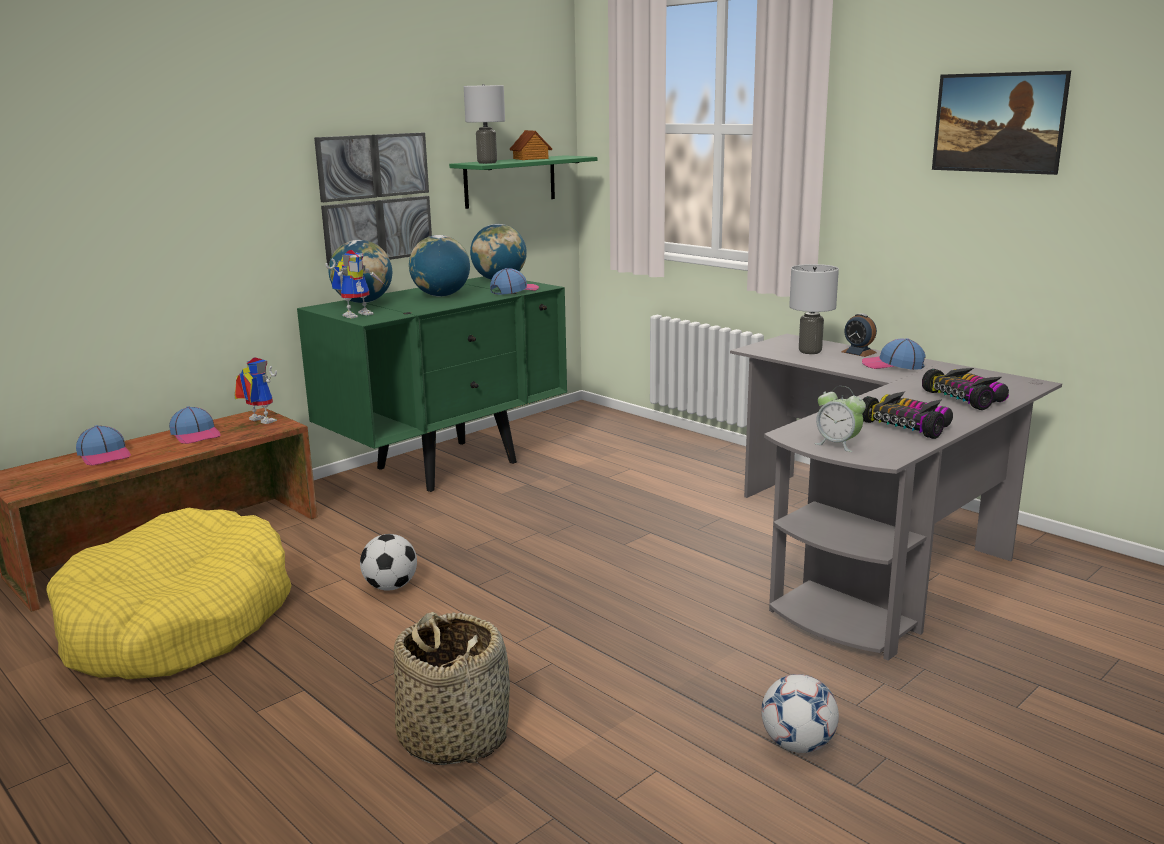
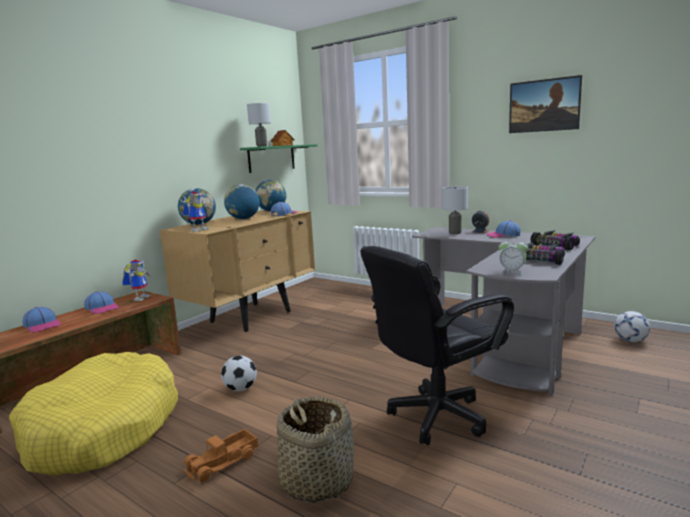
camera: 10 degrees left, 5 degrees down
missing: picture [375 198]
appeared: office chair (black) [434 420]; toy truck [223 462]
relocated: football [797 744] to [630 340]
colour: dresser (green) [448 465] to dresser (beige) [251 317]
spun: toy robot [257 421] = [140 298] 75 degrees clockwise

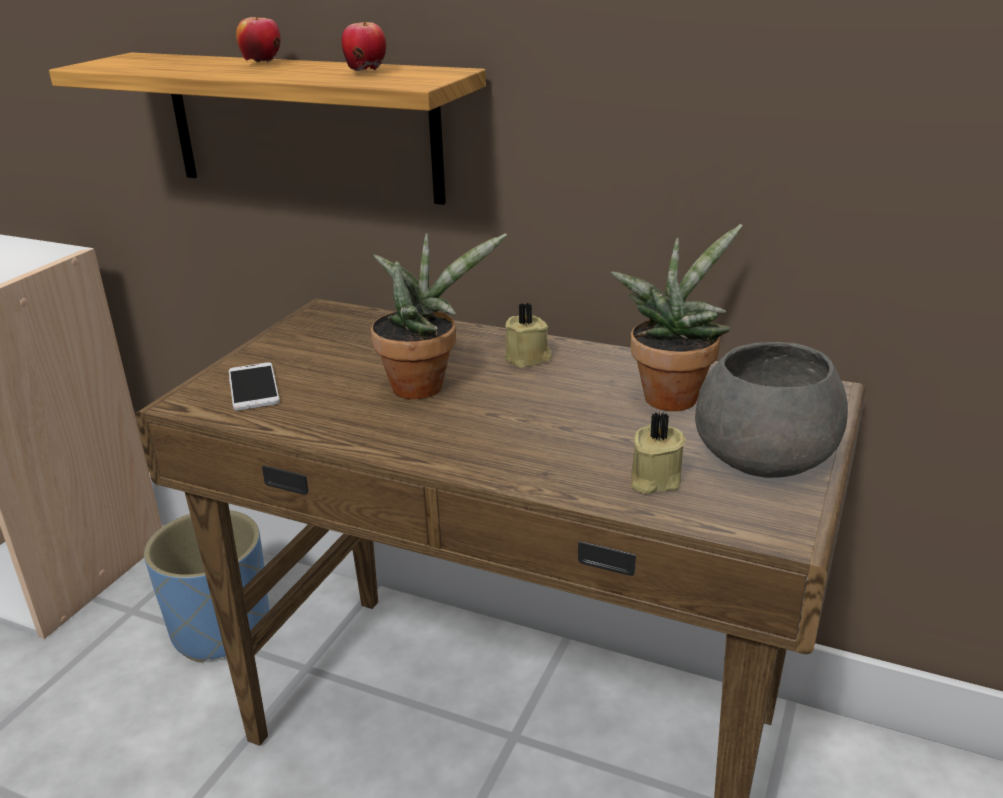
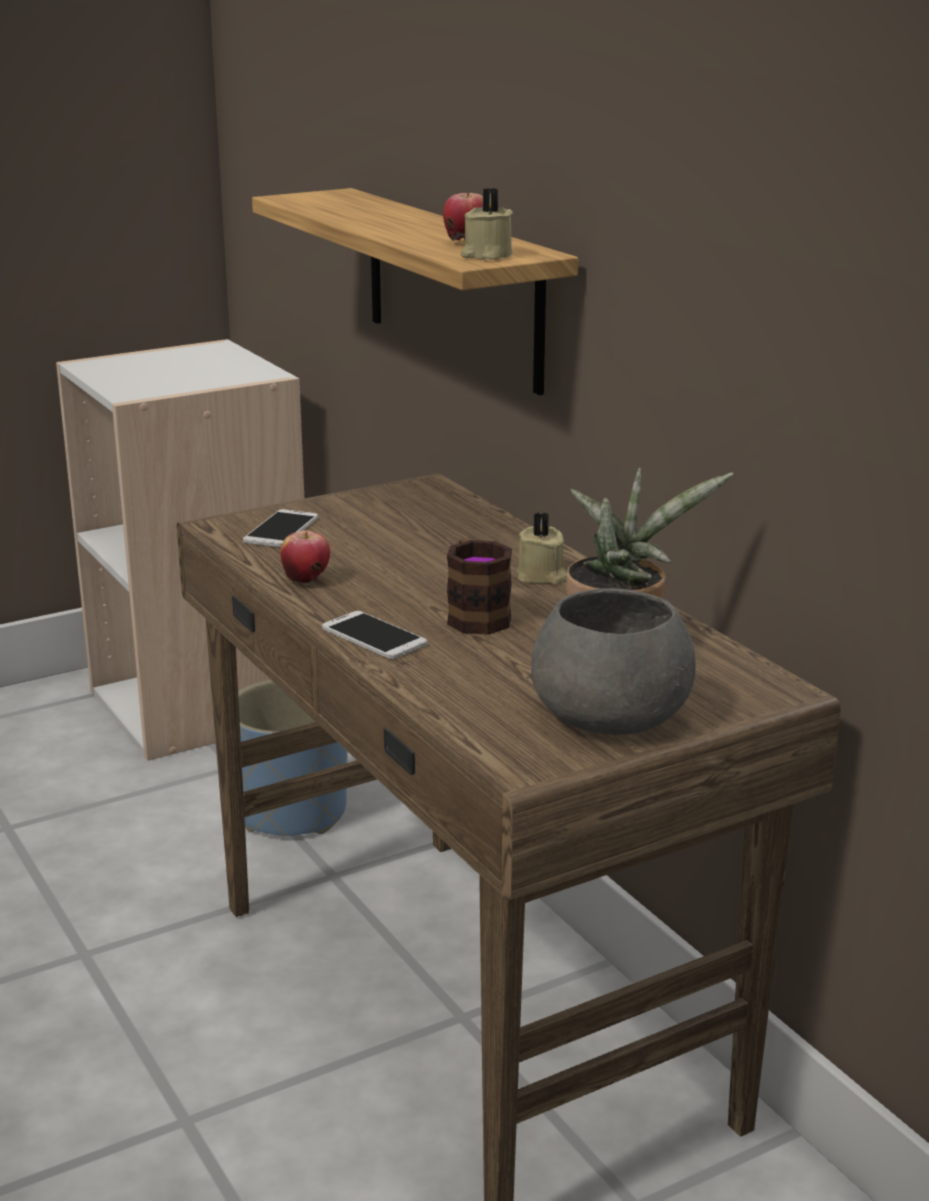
camera: 35 degrees right, 5 degrees down
missing: potted plant [424 385]
appeared: mug [475 615]; phone [374 636]
relocated: apple [262 63] to [306 581]; candle (beige) [653 480] to [486 255]

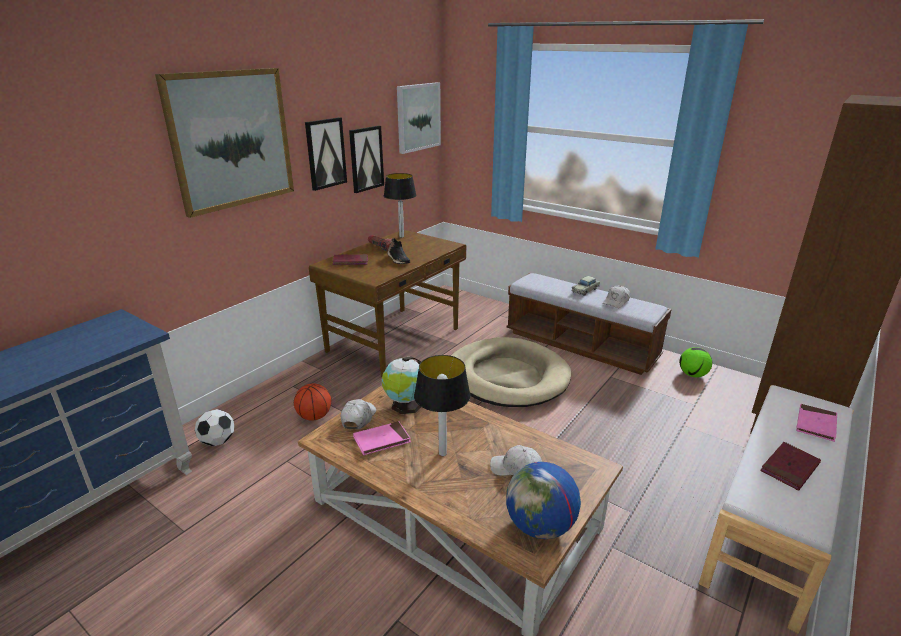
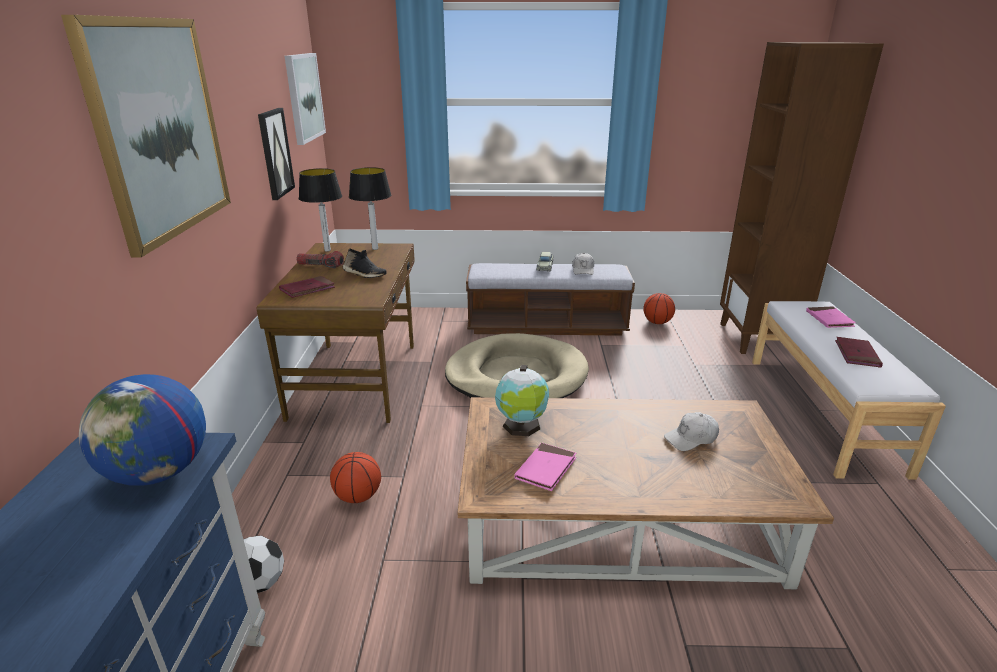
camera: 35 degrees left, 0 degrees up
missing: picture [325 153]; cap (white) [358 418]
relocated: table lamp [442 453] to [375 249]; globe [540 526] to [159 472]
exchanged: football [693 375] to basketball [657 322]

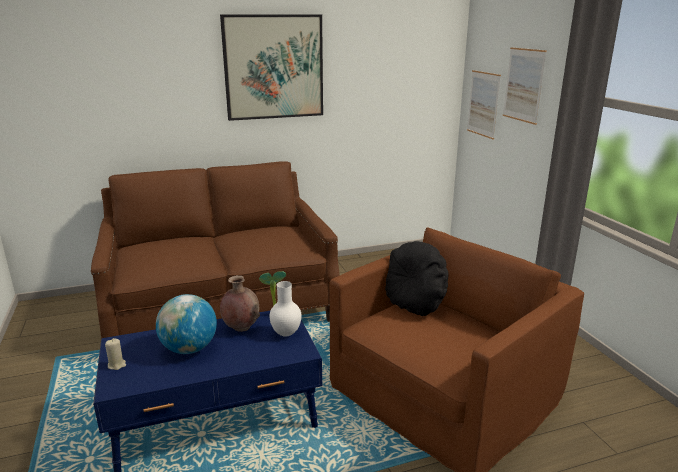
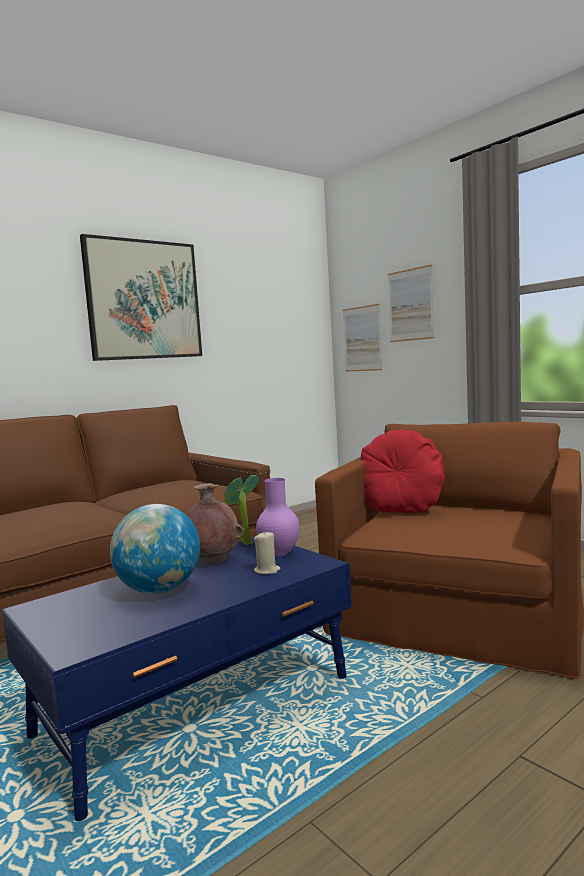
camera: 20 degrees left, 15 degrees down
relocated: candle (beige) [117 365] to [267 570]
colour: pillow (black) [413 306] to pillow (red) [401 511]; vase (white) [286 333] to vase (purple) [279 554]

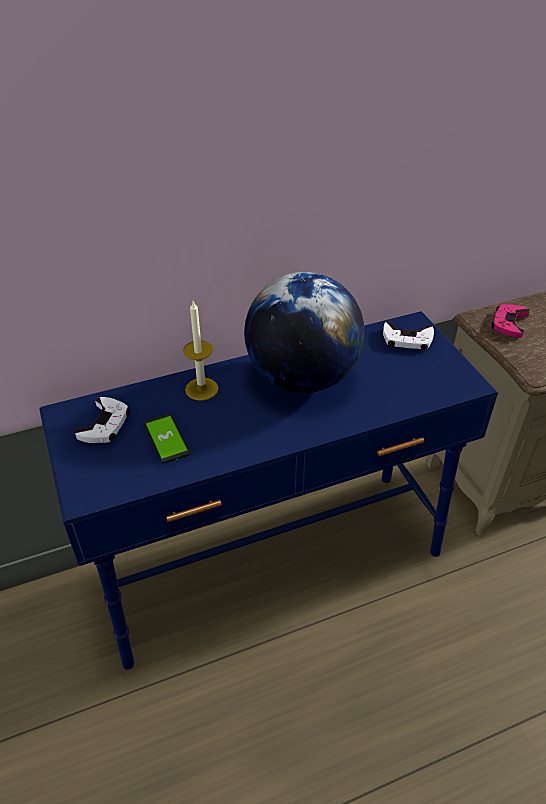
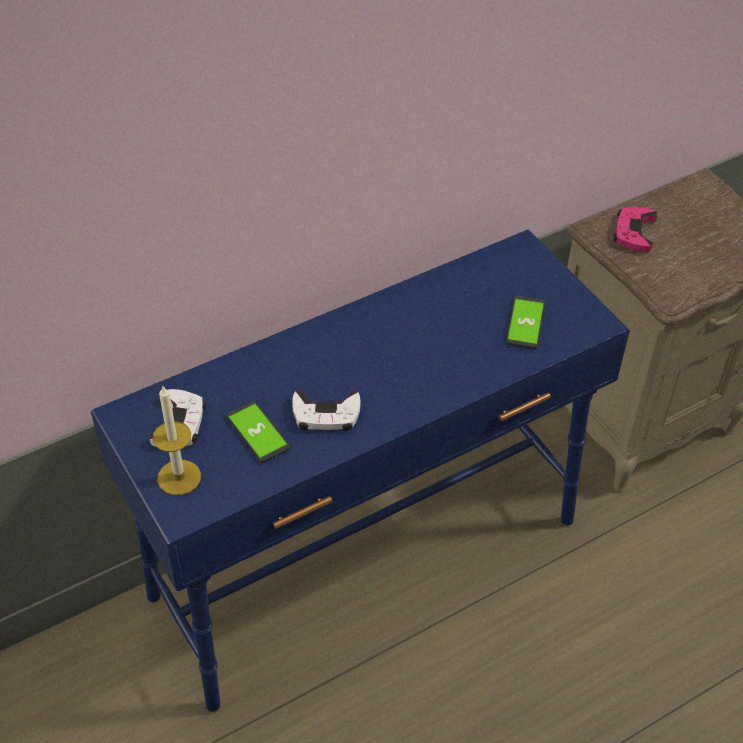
camera: 10 degrees left, 5 degrees up
missing: globe [302 378]
appeared: phone [525 323]
relocated: candle [201 389] to [179 477]; game controller (white) [407 340] to [326 415]

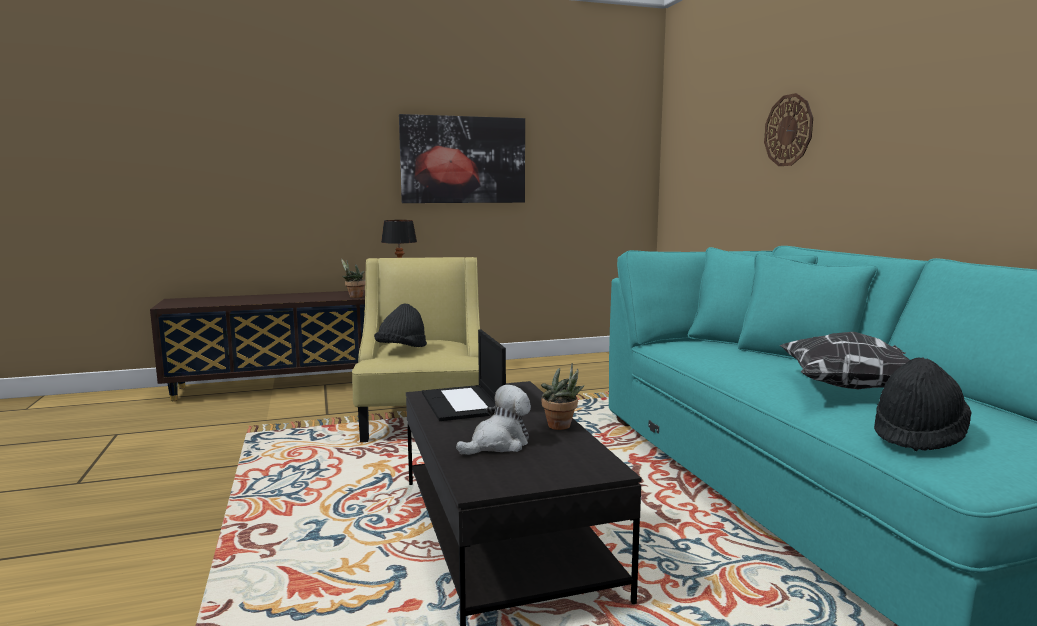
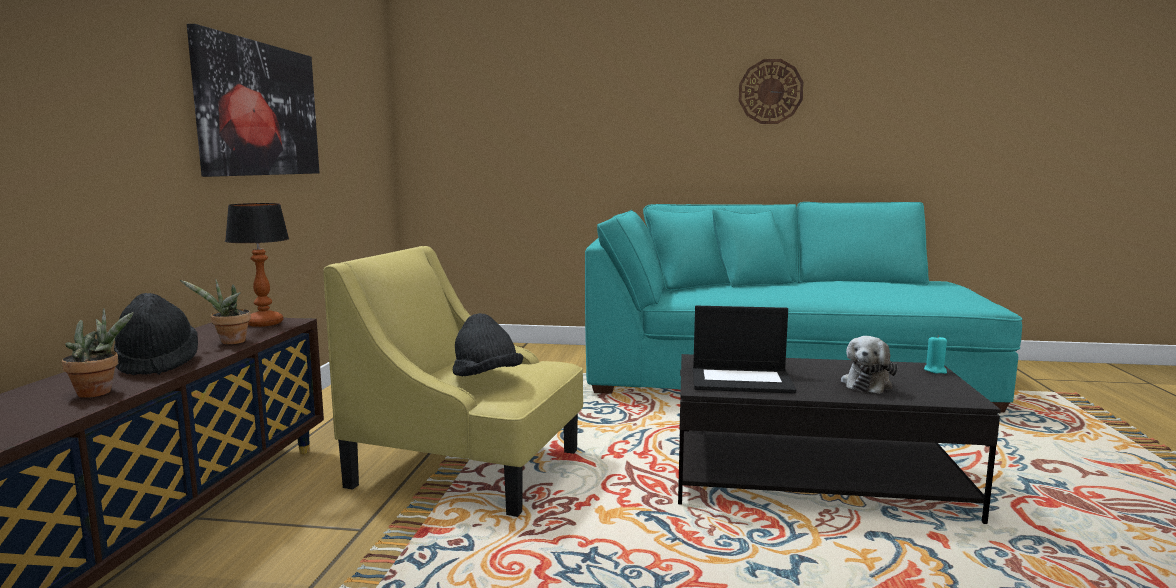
camera: 65 degrees left, 0 degrees up
missing: pillow [851 388]
appeared: candle (turquoise) [935 370]
relocated: wall clock [788 130] to [770 91]; hat (black) [918 435] to [158 363]; potted plant [562 427] to [100 392]
spun: plush toy [498 444] = [867 384] 135 degrees counterclockwise

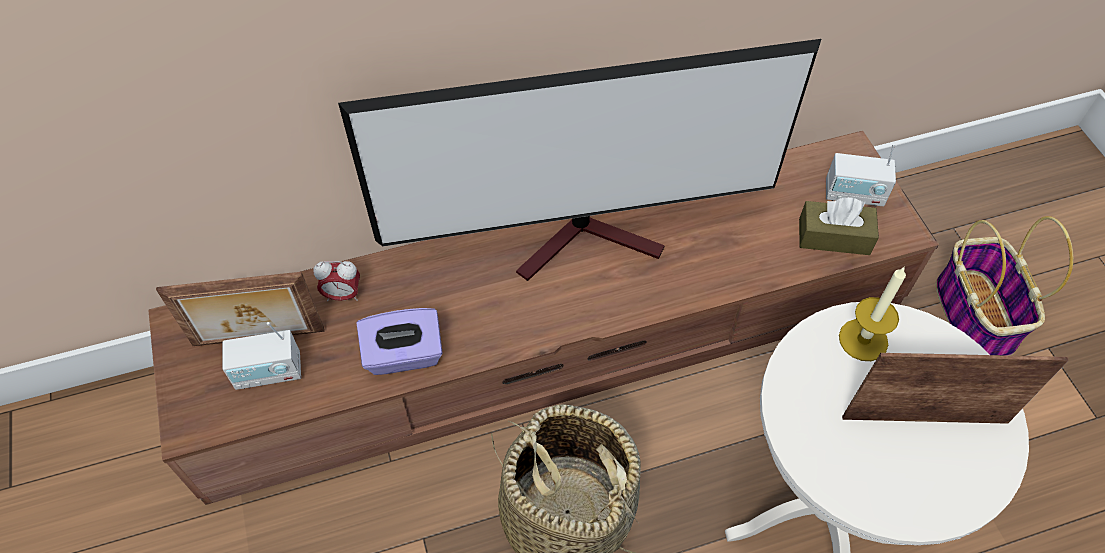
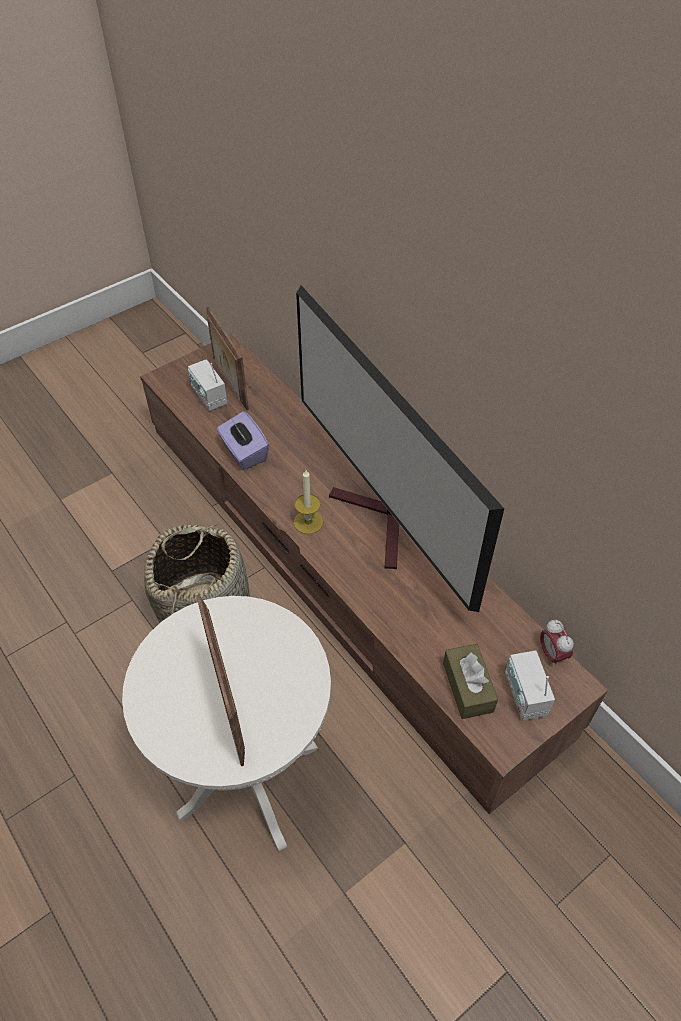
camera: 70 degrees right, 5 degrees down
missing: basket [975 317]
relocated: alarm clock [343 295] to [551 654]; candle [863 340] to [308 522]

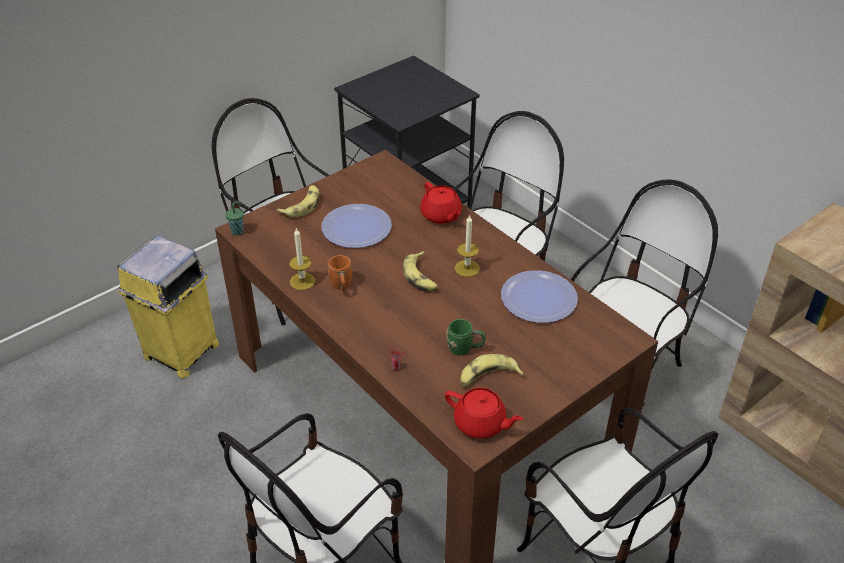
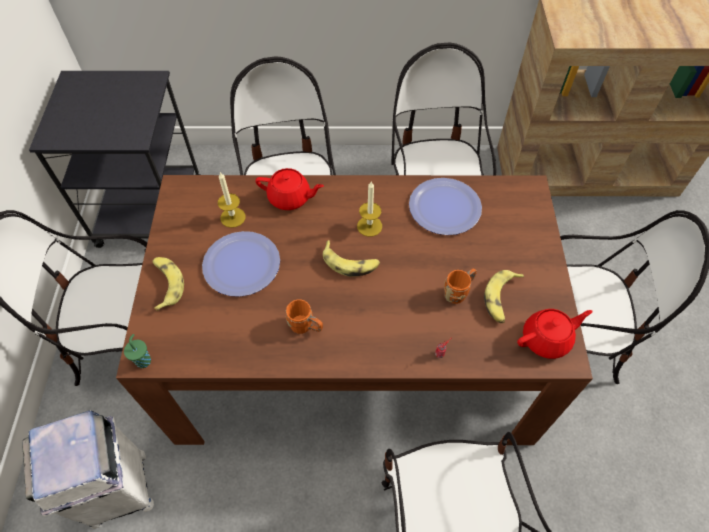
camera: 50 degrees left, 15 degrees up
relocated: candle [302 281] to [233 217]
colour: trash can (yellow) [180 352] to trash can (white) [119 490]; mug (green) [465 349] to mug (orange) [458 292]

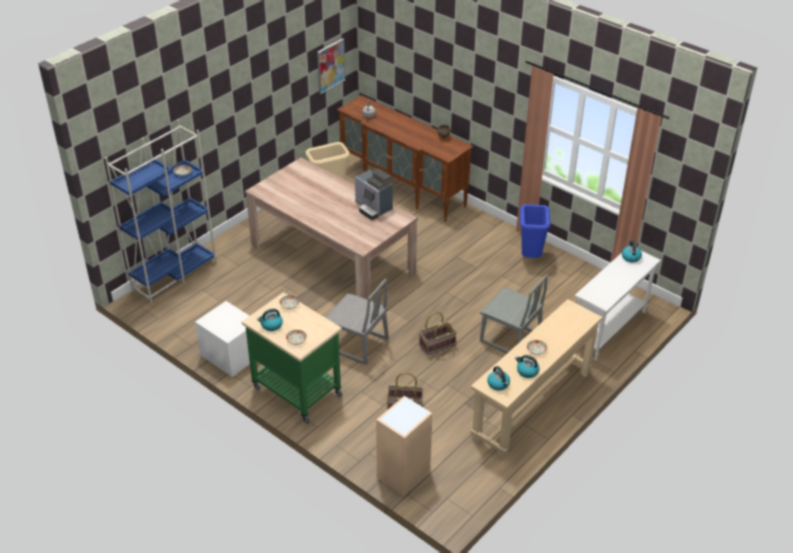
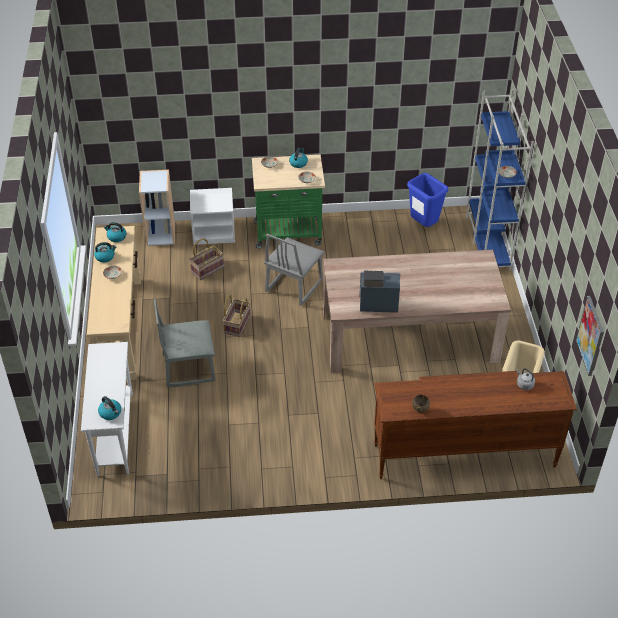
camera: 135 degrees right, 5 degrees up
relocated: trash can (blue) [530 257] to [423 225]; nightstand (white) [230 355] to [214 231]
spun: chair (grey) [357 345] = [293 286] 45 degrees counterclockwise

